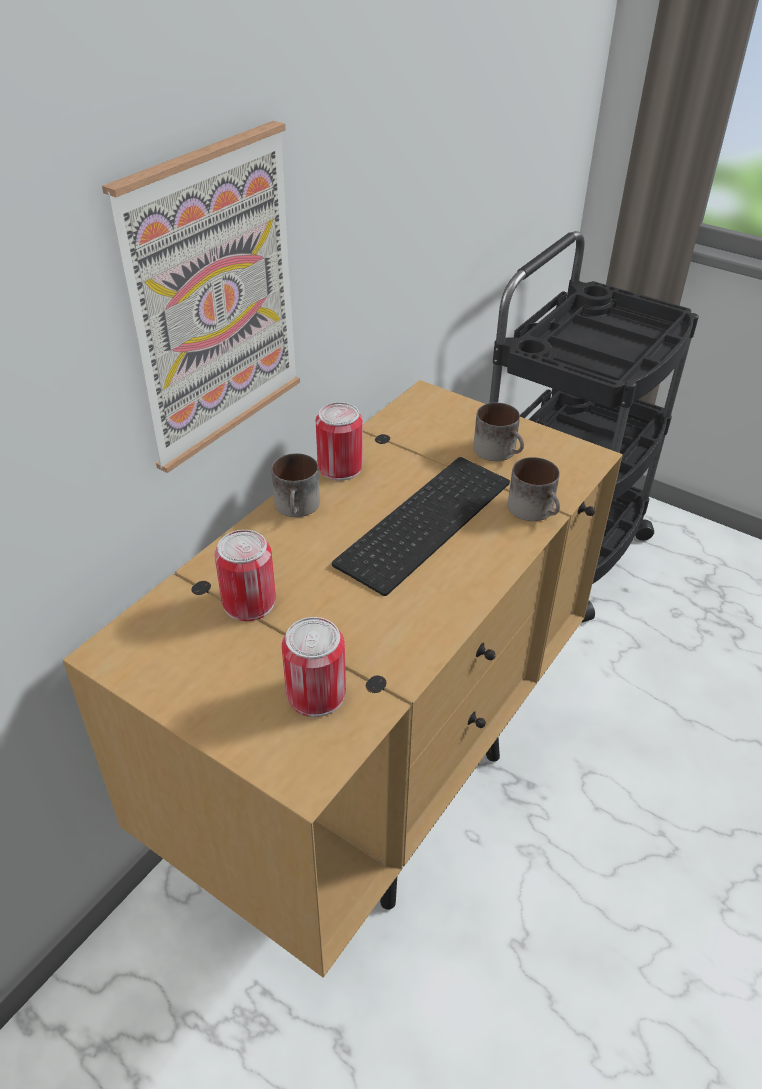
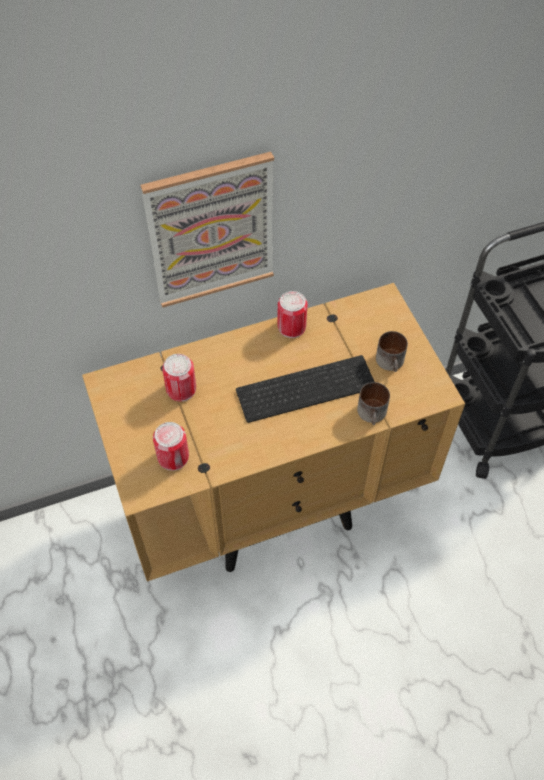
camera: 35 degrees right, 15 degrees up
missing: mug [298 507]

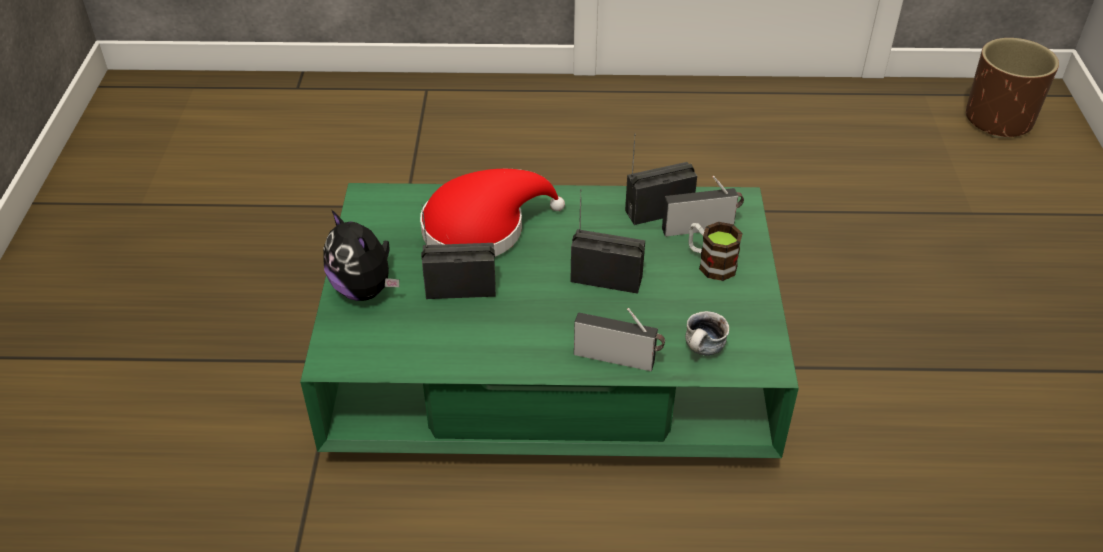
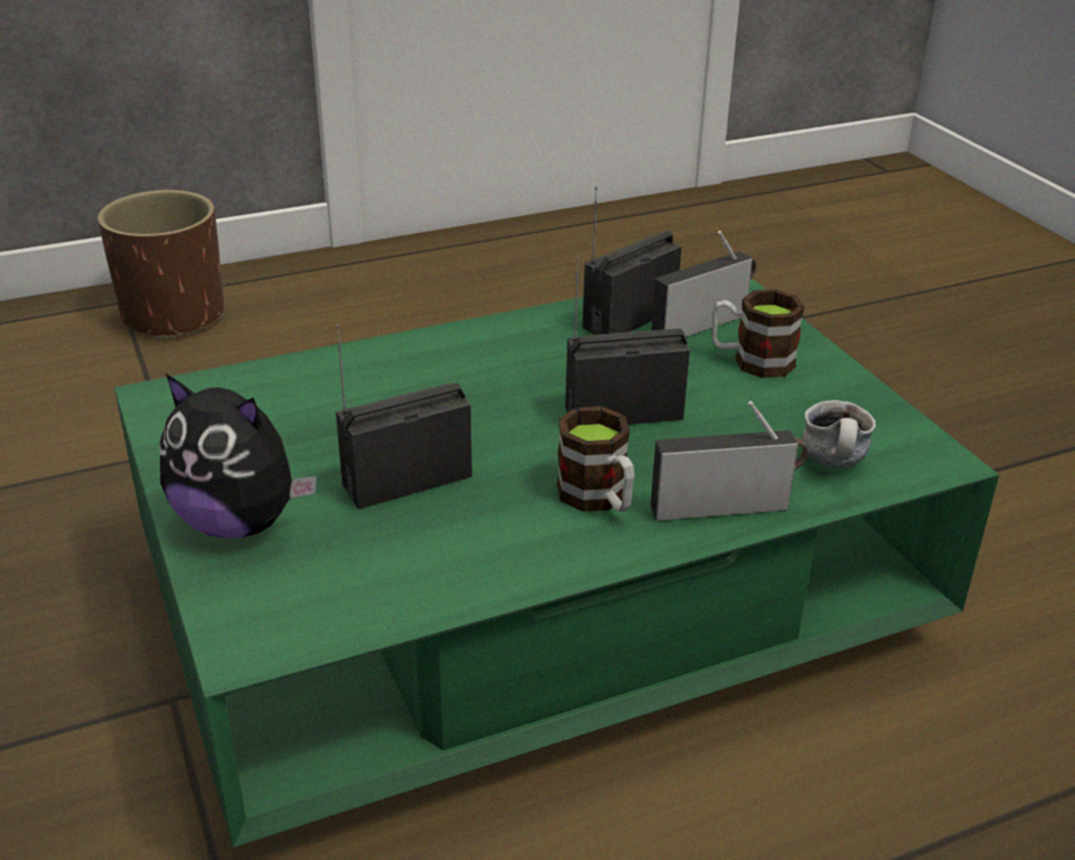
camera: 25 degrees left, 10 degrees down
missing: hat (red) [481 227]
appeared: mug [599 499]
relocated: planter (brown) [998 120] to [174 316]

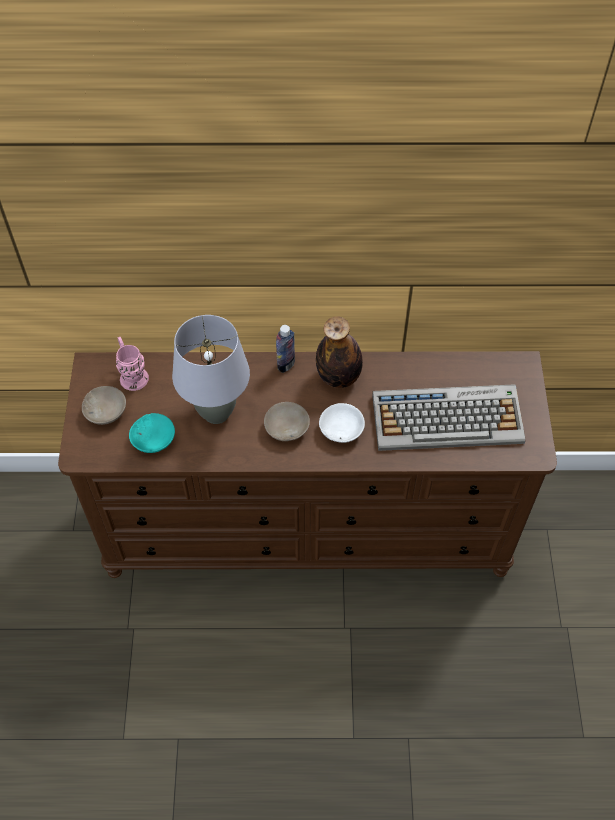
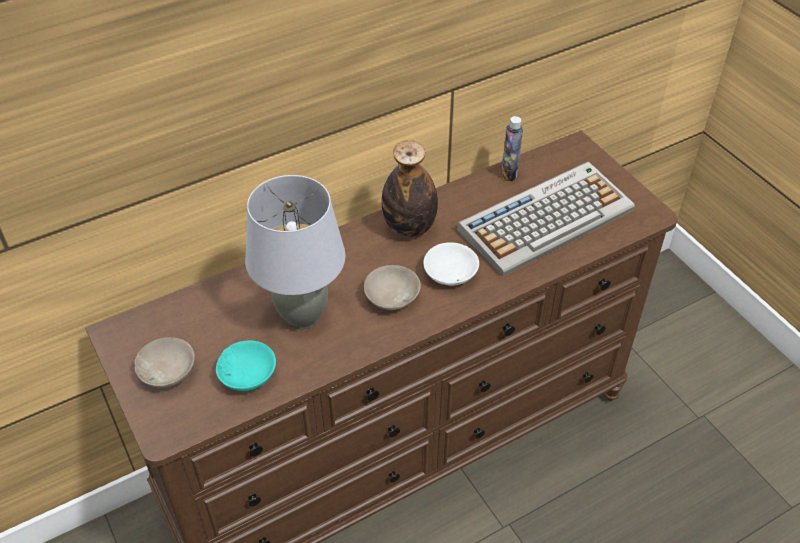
camera: 30 degrees left, 10 degrees down
missing: mug (pink) [132 374]
relocated: bottle [286 364] to [509 173]

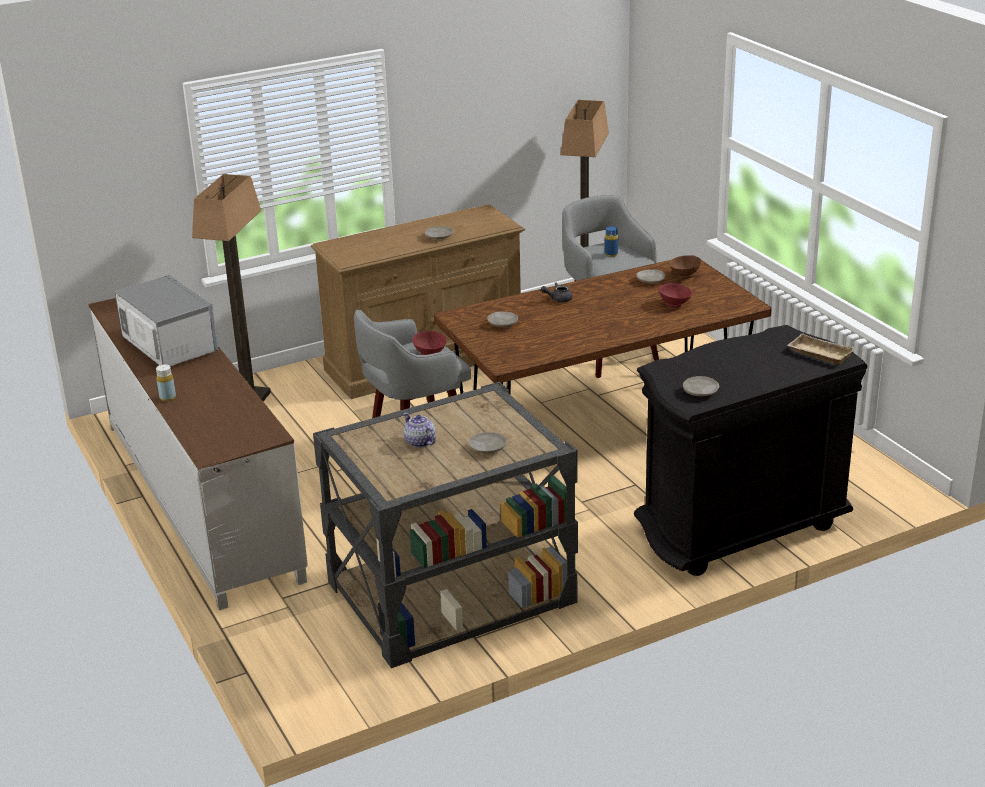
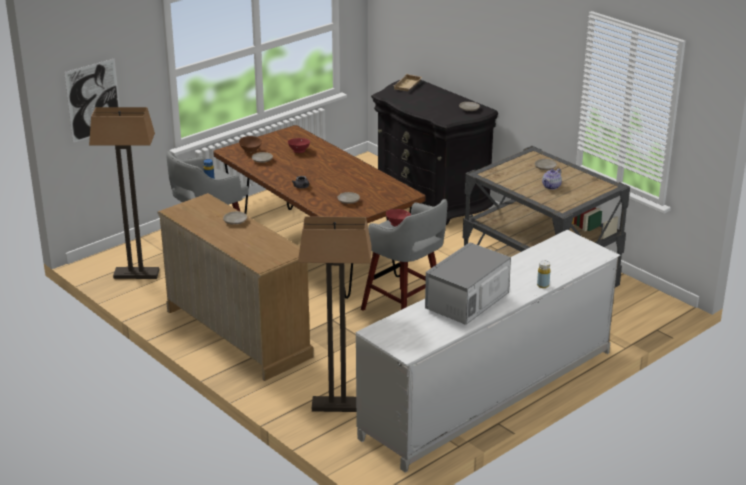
camera: 105 degrees left, 0 degrees up
appeared: picture [93 100]
colour: cabinet (brown) [202 500] to cabinet (white) [489 393]

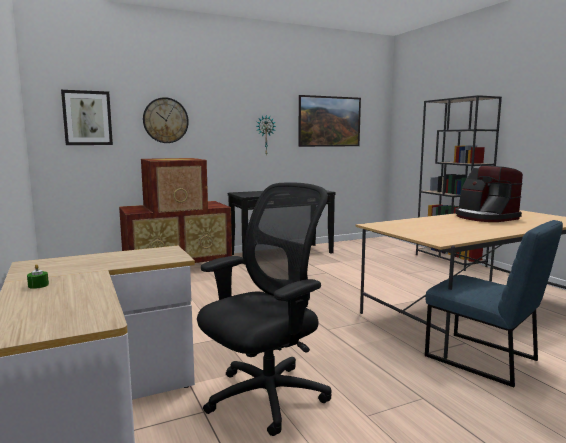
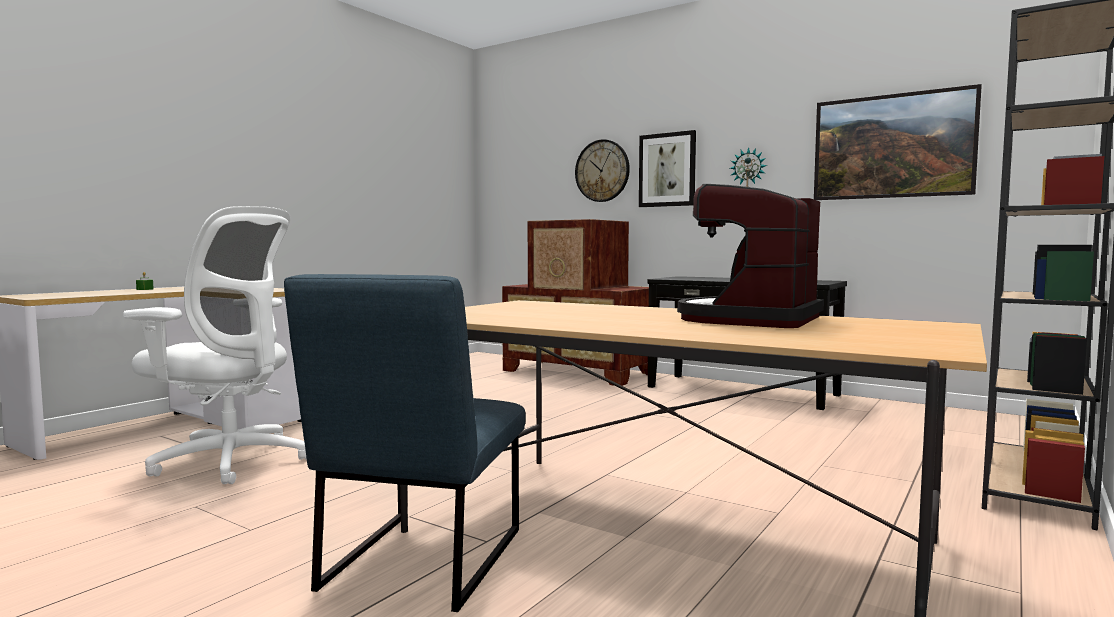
camera: 60 degrees right, 5 degrees down
relocated: picture [87 118] to [667 170]
colour: office chair (black) [263 401] to office chair (white) [223 461]

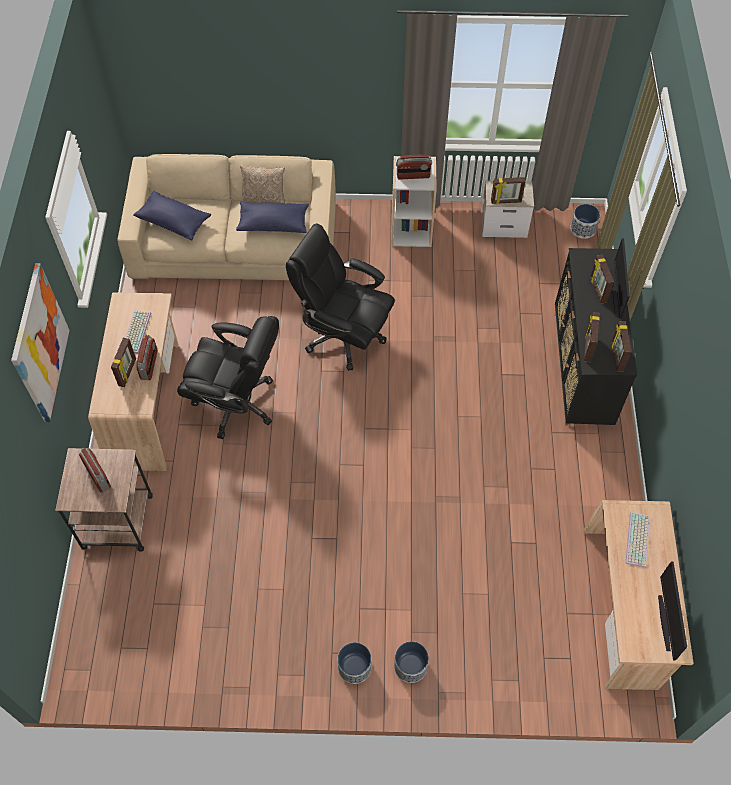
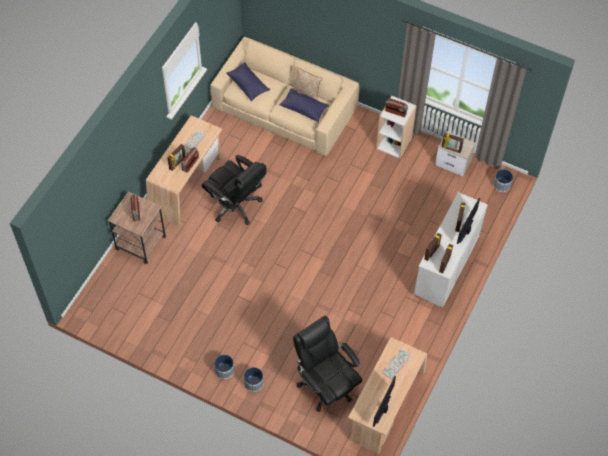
camera: 25 degrees right, 0 degrees up
missing: picture [40 344]
relocated: office chair (black) [344 336] to [326 385]
colour: cabinet (black) [581 368] to cabinet (white) [446 268]

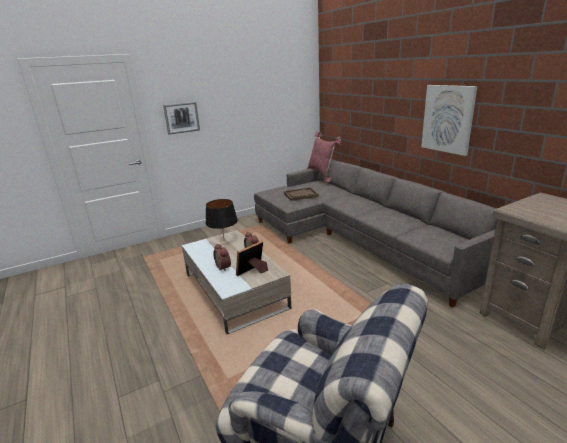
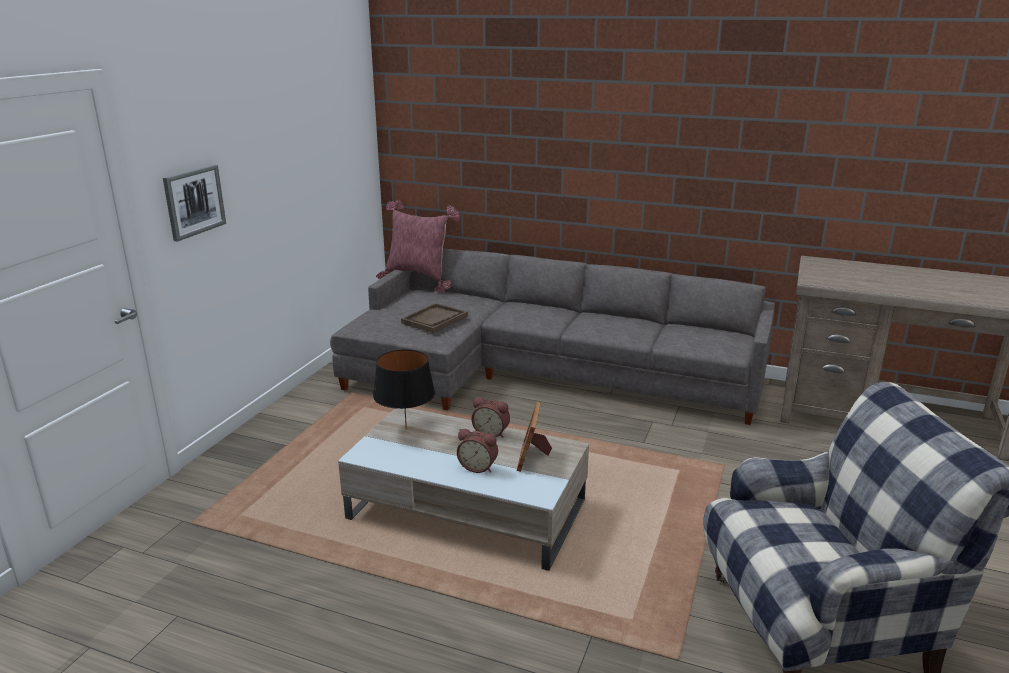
camera: 40 degrees left, 0 degrees up
missing: picture [448 119]

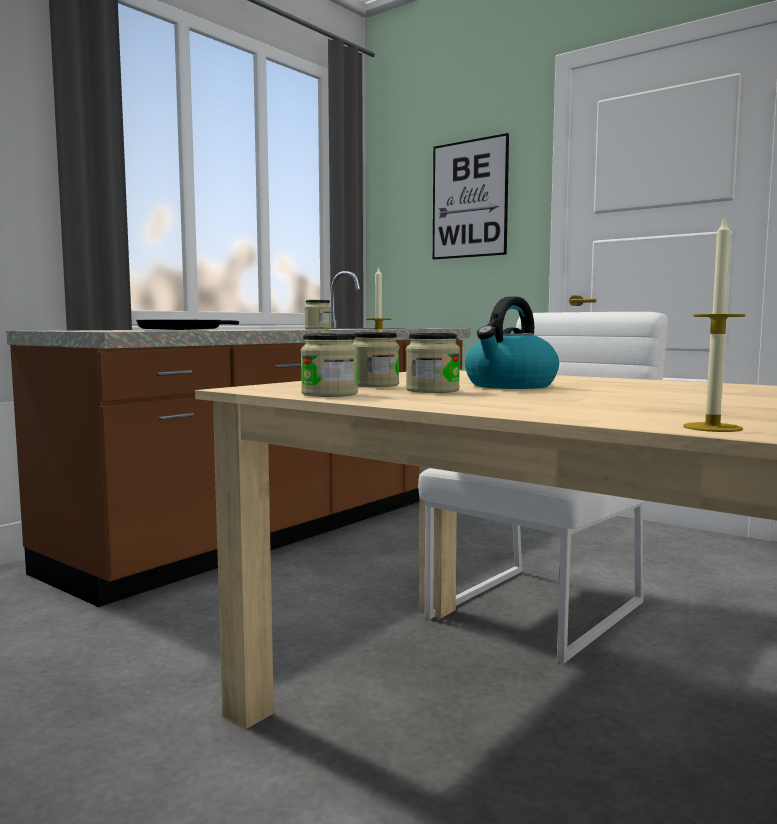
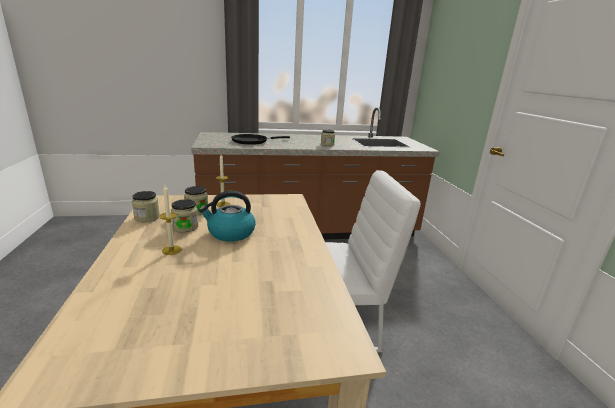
camera: 40 degrees right, 15 degrees up
missing: picture [469 199]
relocated: candle [712 427] to [171 250]

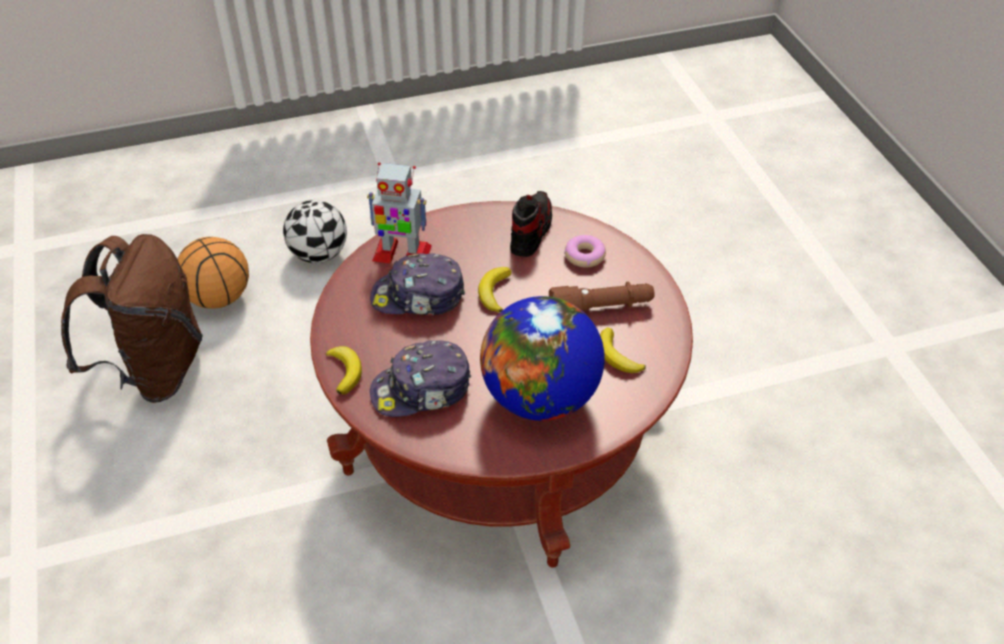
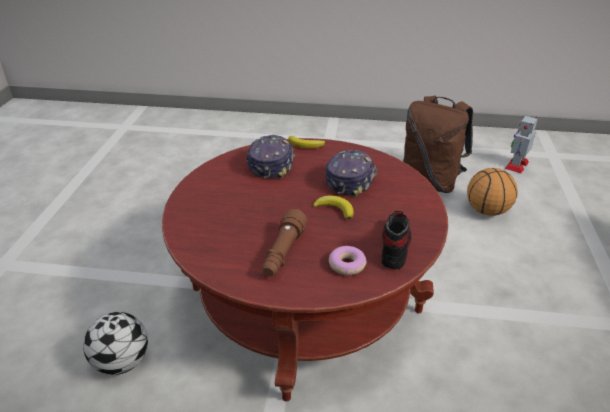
camera: 115 degrees right, 10 degrees down
missing: globe [540 398]; banana [617 356]
relocated: toy robot [401 253] to [516 165]; football [318 254] to [122 362]
spun: shoe [530 231] = [394 246] 120 degrees counterclockwise

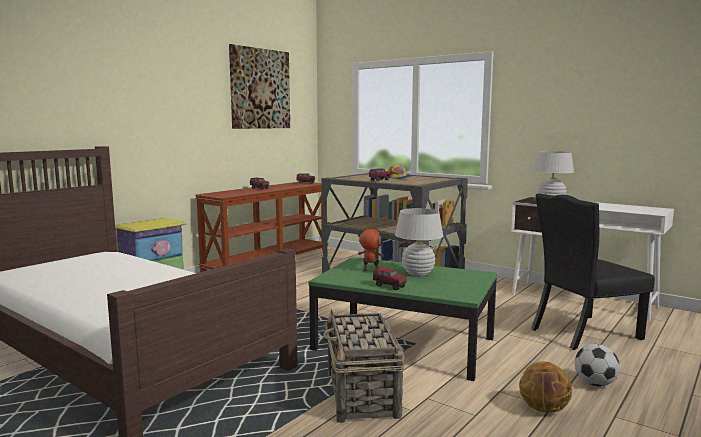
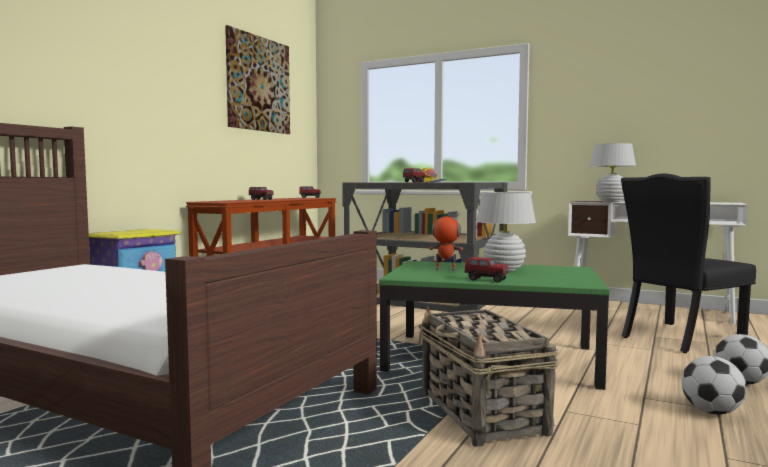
camera: 10 degrees left, 5 degrees down
exchanged: basketball [544 409] to football [712 412]

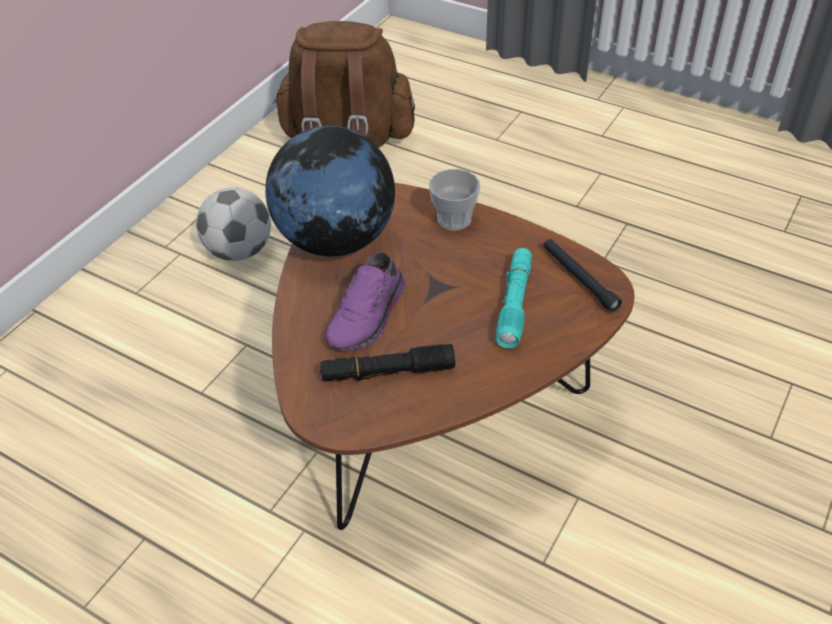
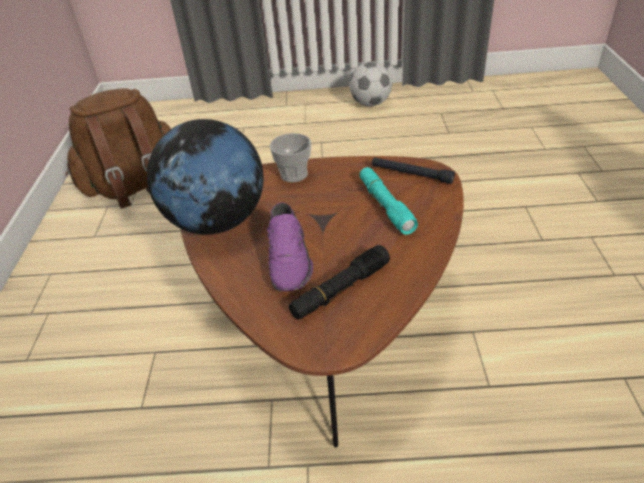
camera: 30 degrees left, 5 degrees down
relocated: football [239 251] to [371 104]

